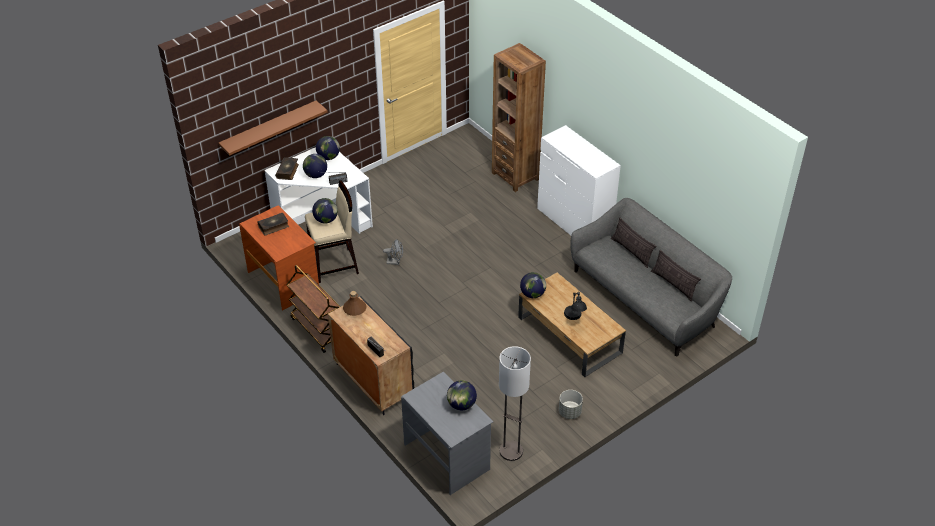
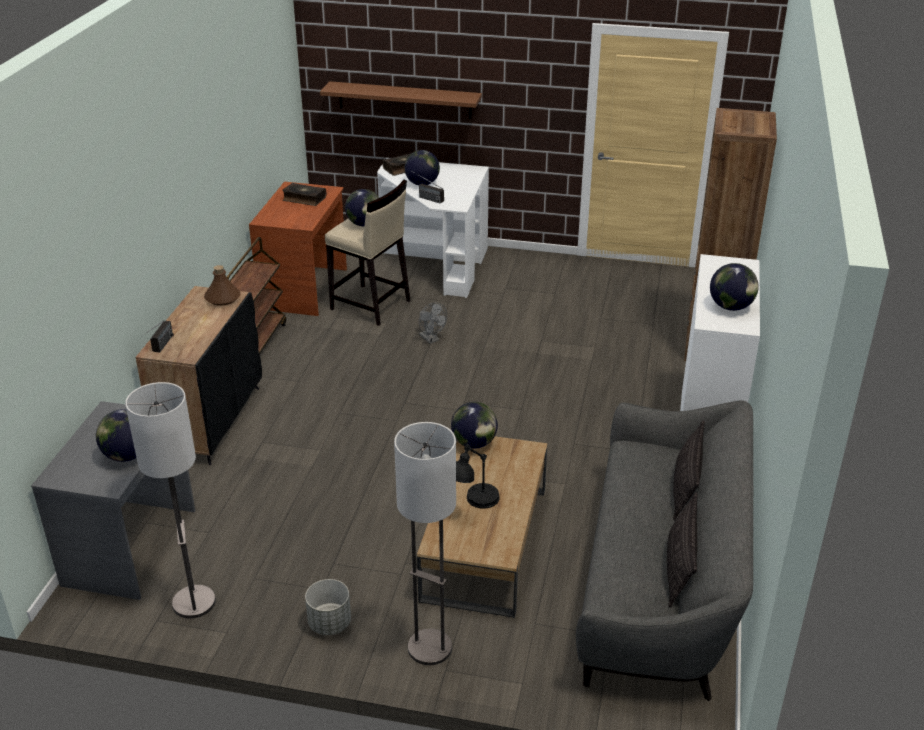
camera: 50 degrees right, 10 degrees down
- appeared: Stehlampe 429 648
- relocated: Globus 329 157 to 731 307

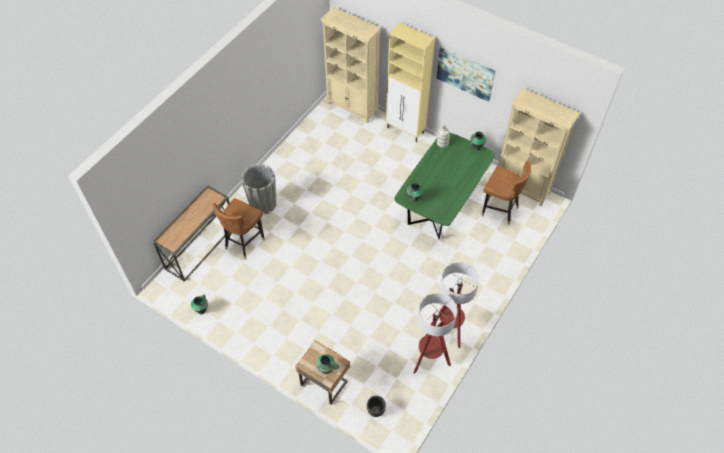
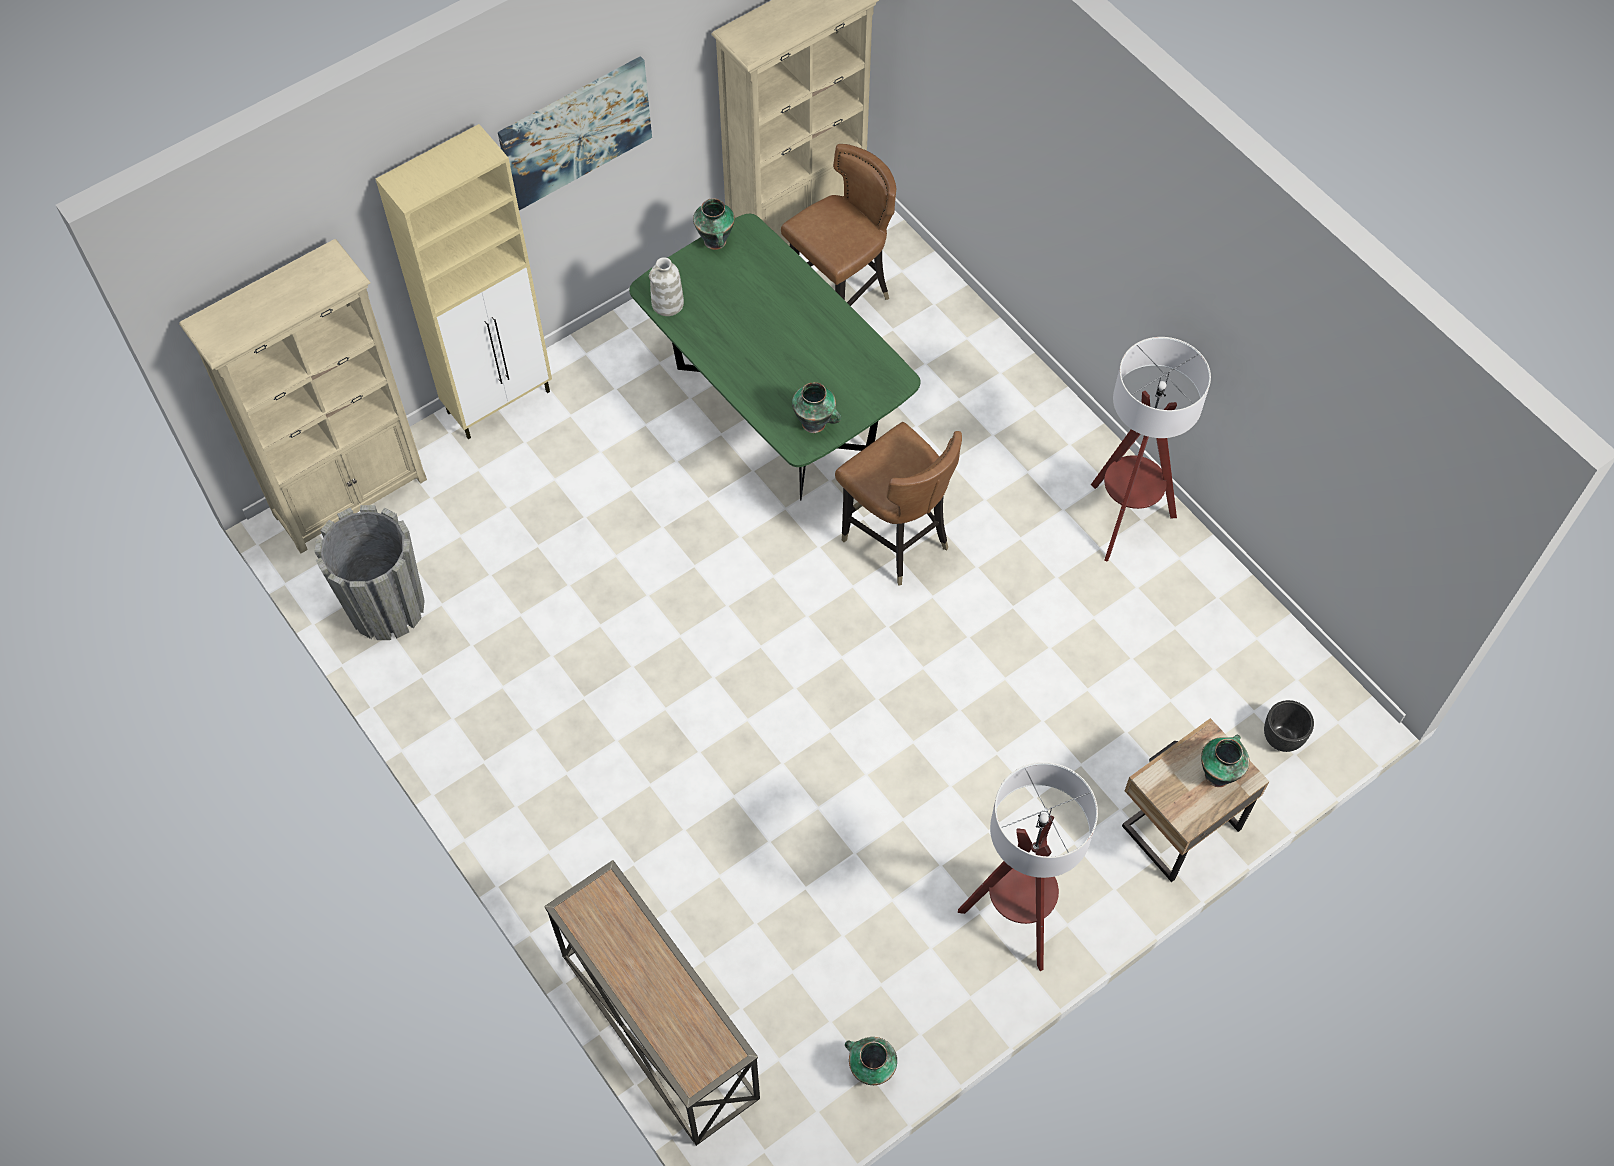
camera: 70 degrees left, 5 degrees up
- relocated: Stuhl/braun 244 243 to 895 540
- relocated: Pflanzkübel/grau 263 203 to 386 607
- relocated: Stehlampe 429 359 to 1016 918

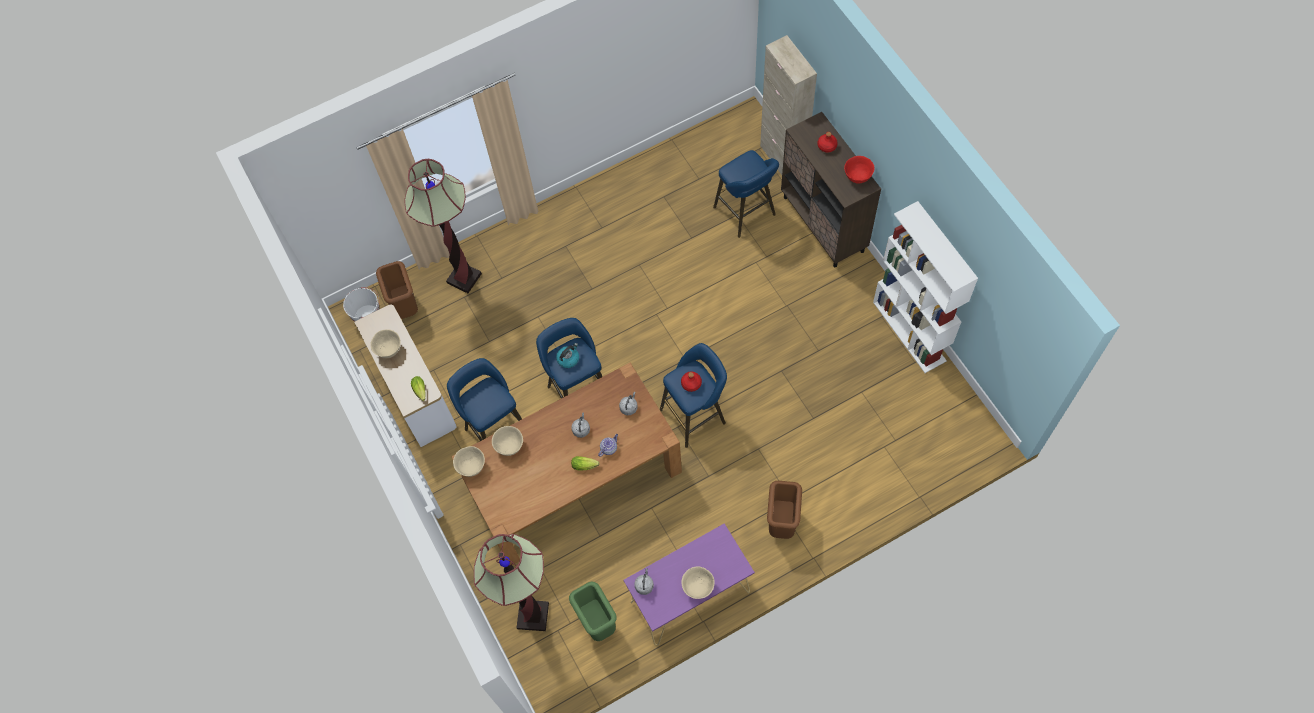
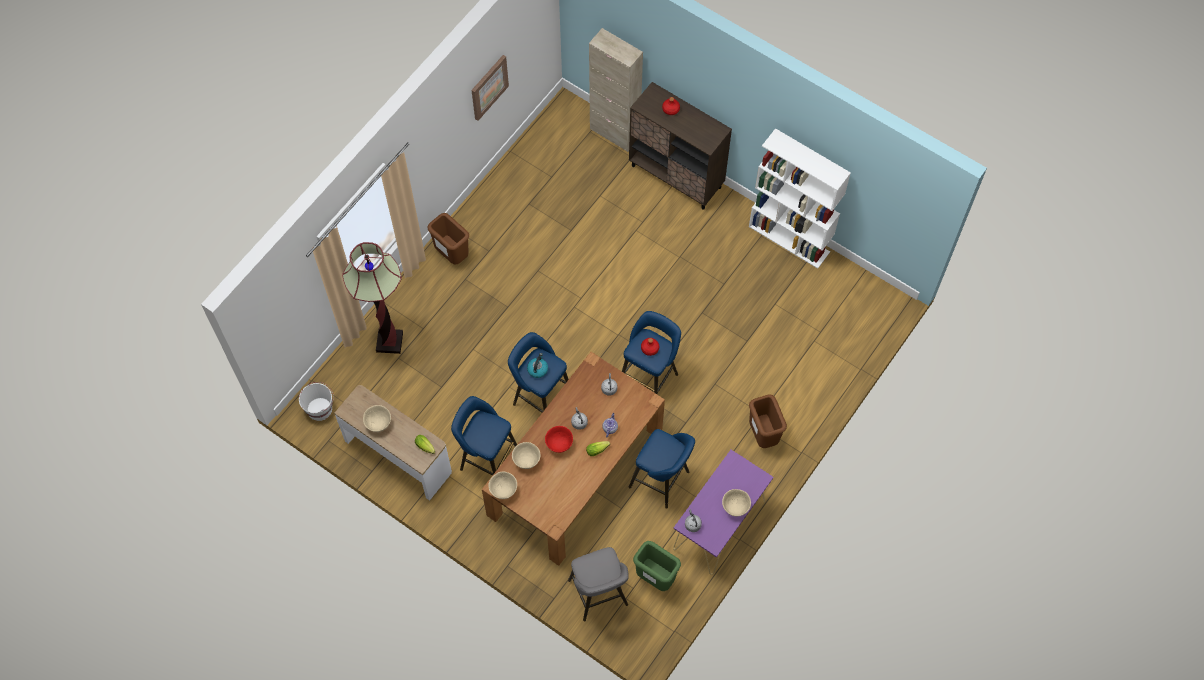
camera: 30 degrees left, 0 degrees up
- appeared: Bild 488 87
- relocated: Mülleimer/braun 405 307 to 451 255
- relocated: Hocker/blau 746 213 to 662 481
- relocated: Schüssel/rot 858 177 to 559 444
- exchanged: Stehlampe 533 616 to Hocker/grau 599 596

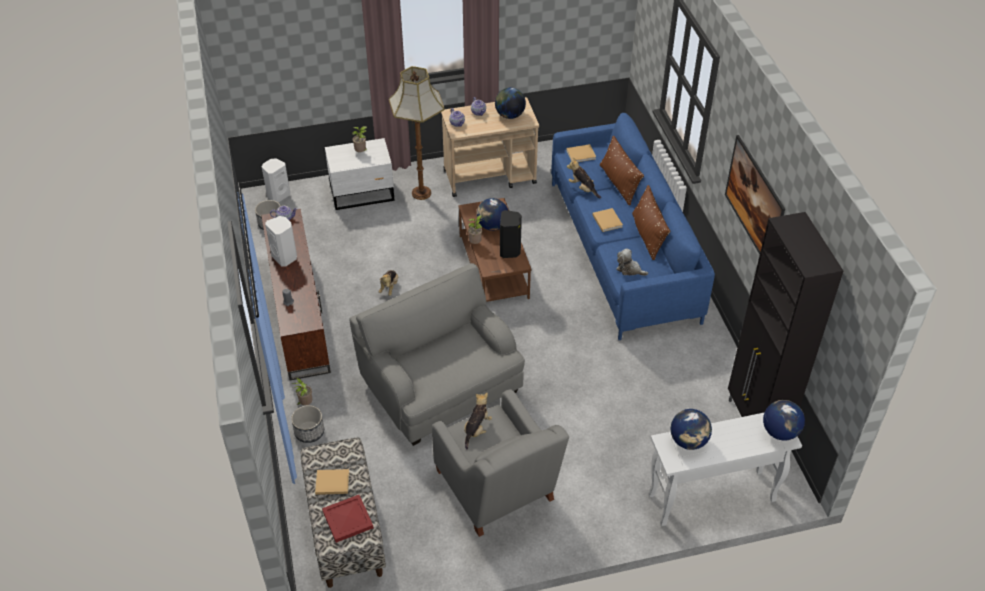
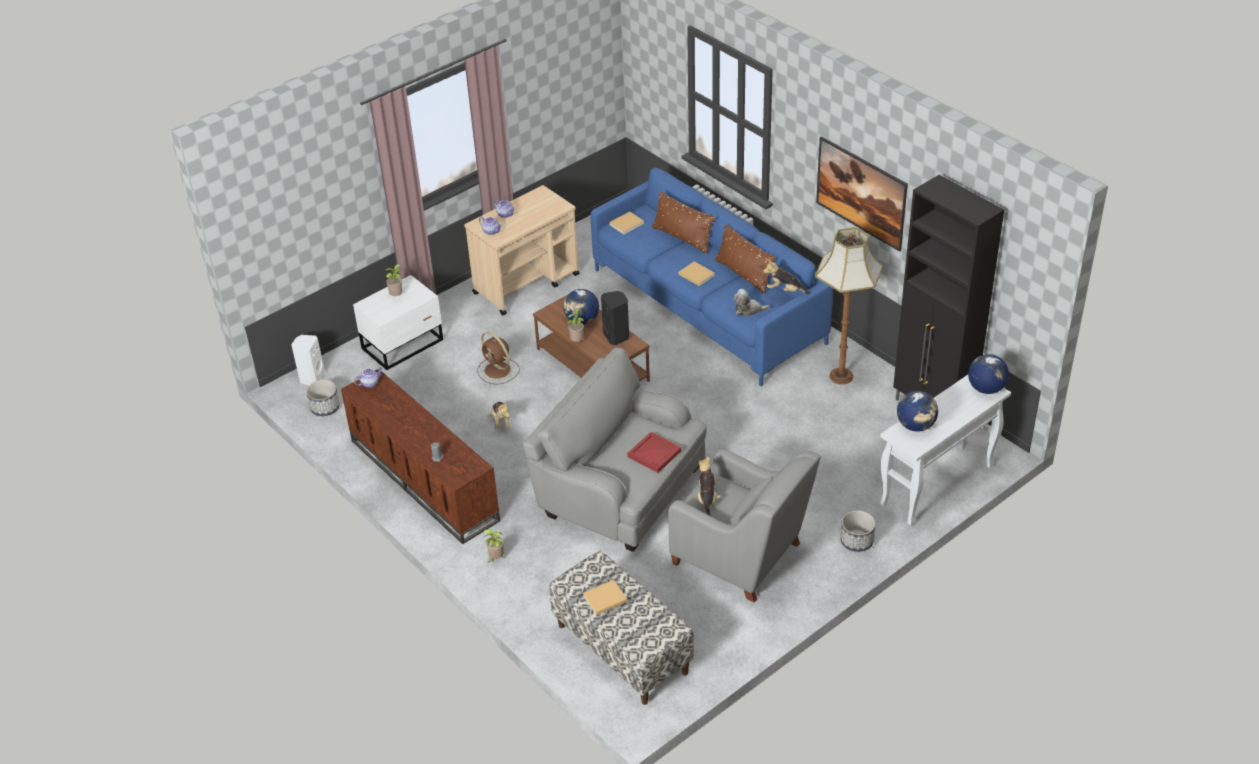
camera: 25 degrees left, 5 degrees down
- missing: Lautsprecher/weiß 285 257
- missing: Globus 509 115
- appeared: Ventilator/braun 498 371
- relocated: Pflanzkübel 309 432 to 856 541
- relocated: Tablett/rot 347 520 to 654 454
- relocated: Stehlampe 422 193 to 842 376
- relocated: Plüschtier 583 189 to 785 290

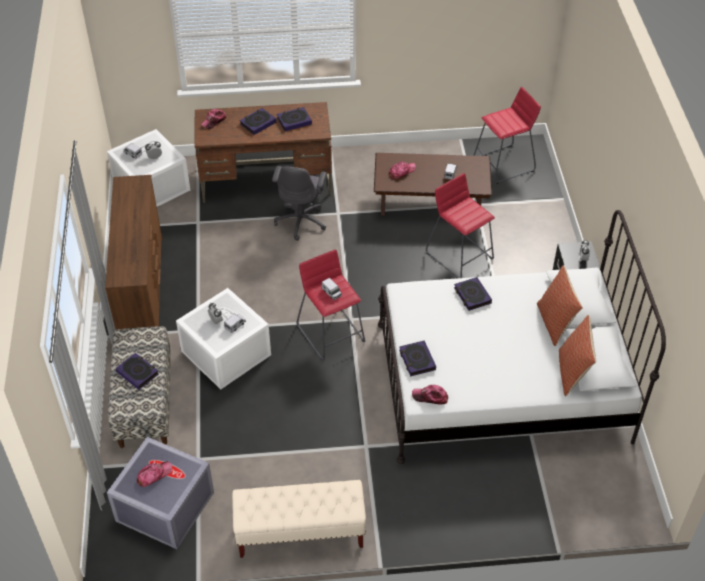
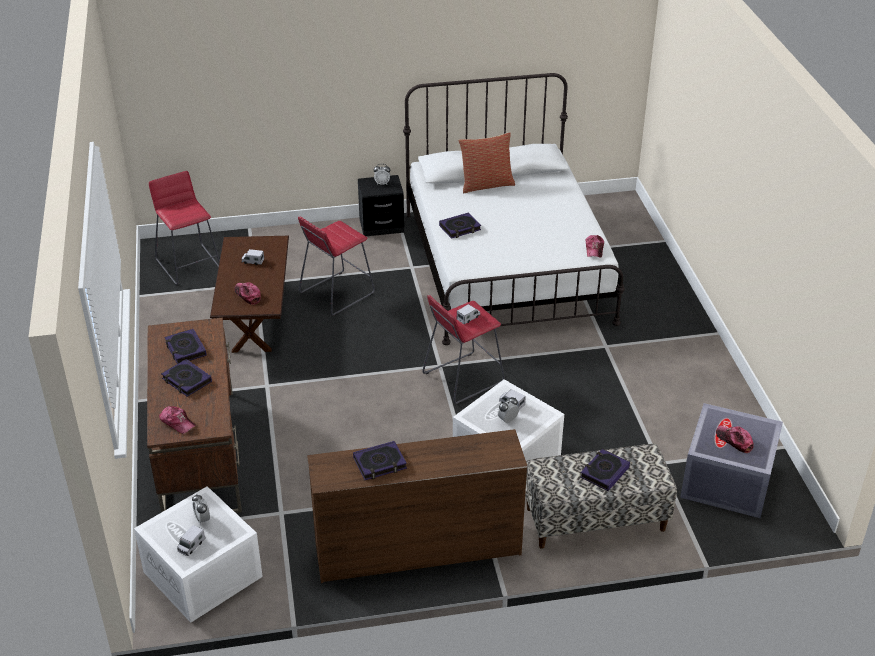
camera: 95 degrees left, 10 degrees down
- missing: Bank/beige 300 533
- missing: Bürostuhl/grau 301 221
- missing: Kissen 572 372
- relocated: Buch 417 360 to 380 464

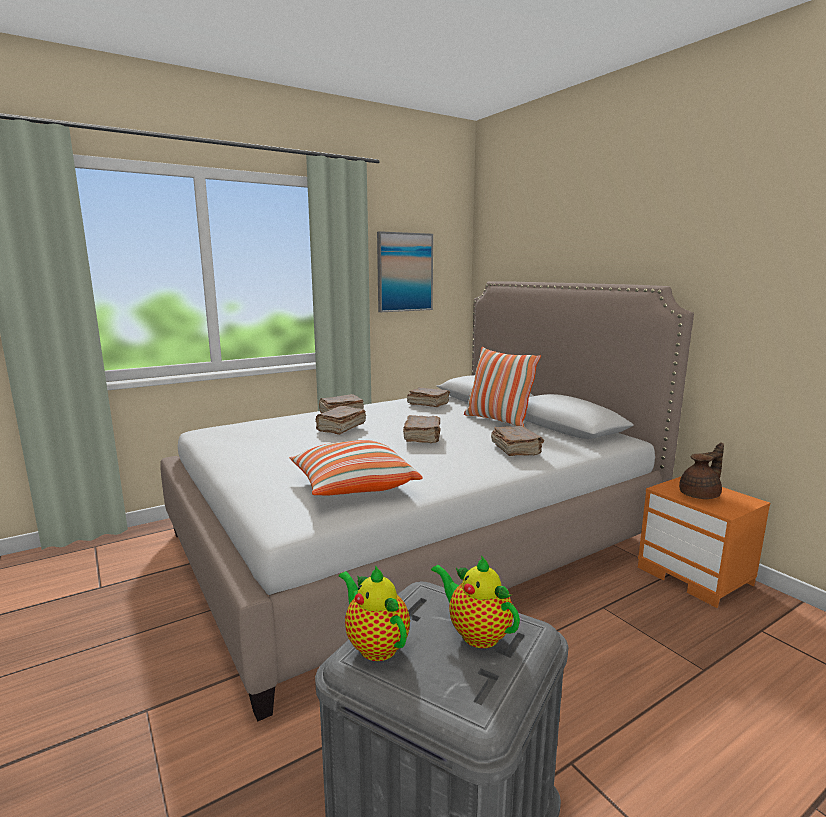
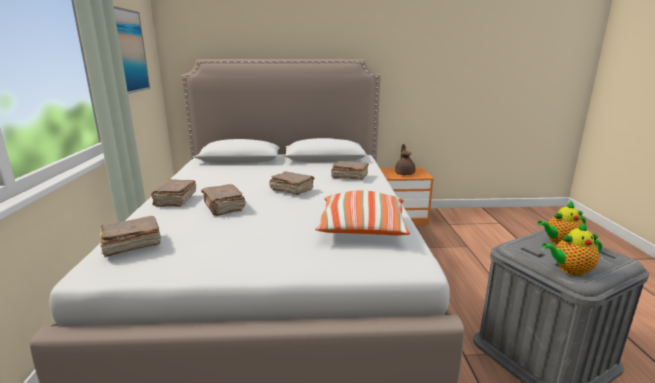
camera: 60 degrees left, 5 degrees up
- missing: Kissen 497 420
- relocated: Buch/braun 427 404 to 131 245

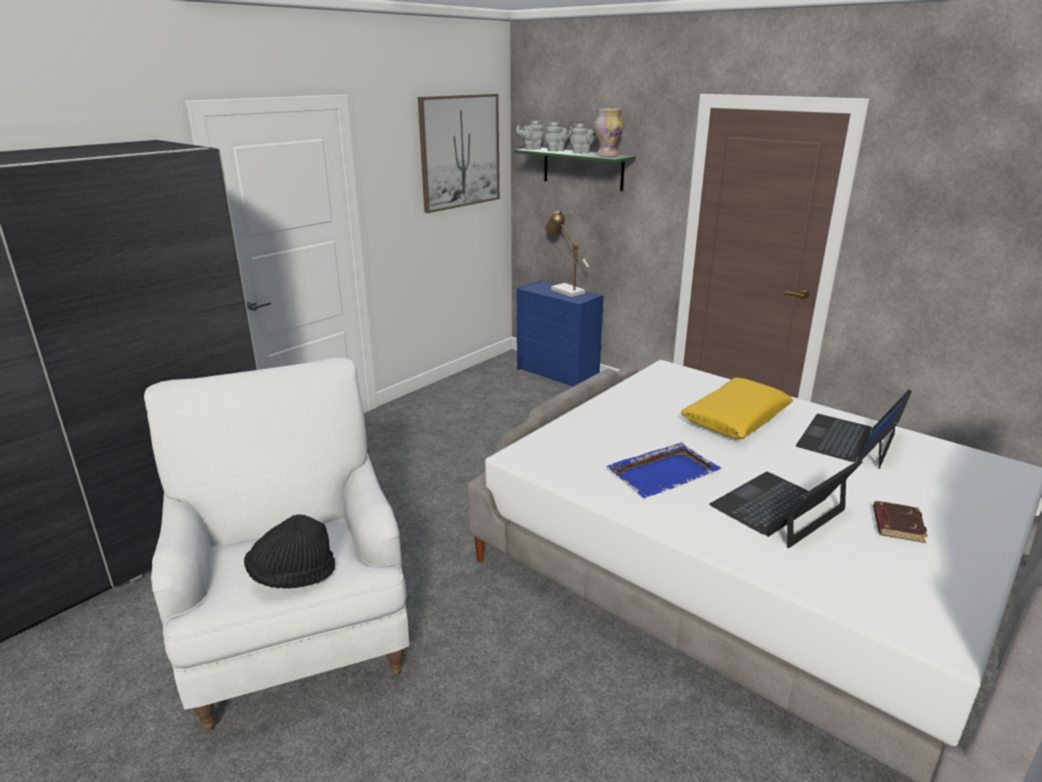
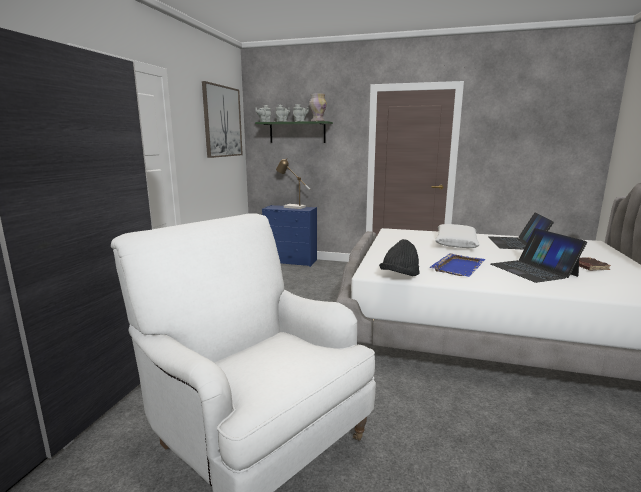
camera: 25 degrees left, 10 degrees down
- relocated: Hut/schwarz 292 575 to 399 276
- colour: Kissen/gelb 735 418 to Kissen/weiß 455 243
- spun: Laptop 779 508 = 533 270 45 degrees counterclockwise

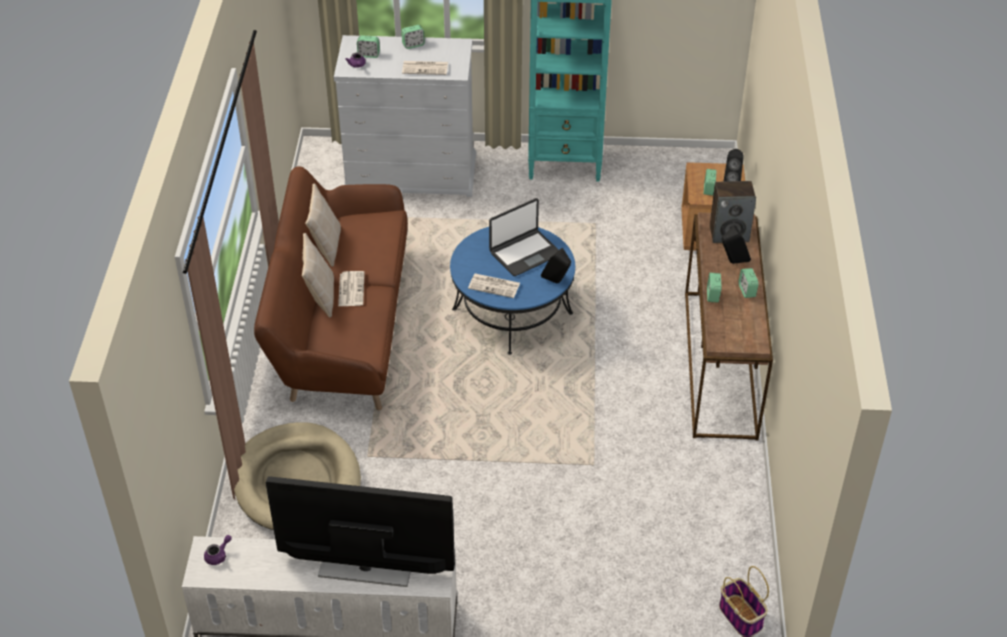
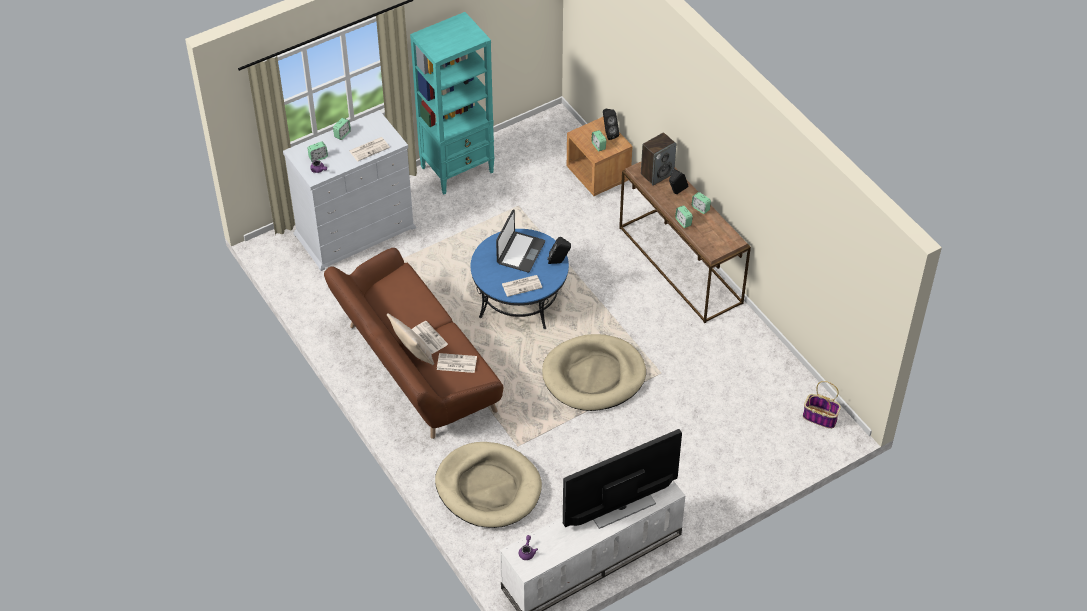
camera: 35 degrees left, 5 degrees up
- missing: Kissen/beige 326 246
- appeared: Zeitung 456 363
- appeared: Hundebett/beige 594 376

